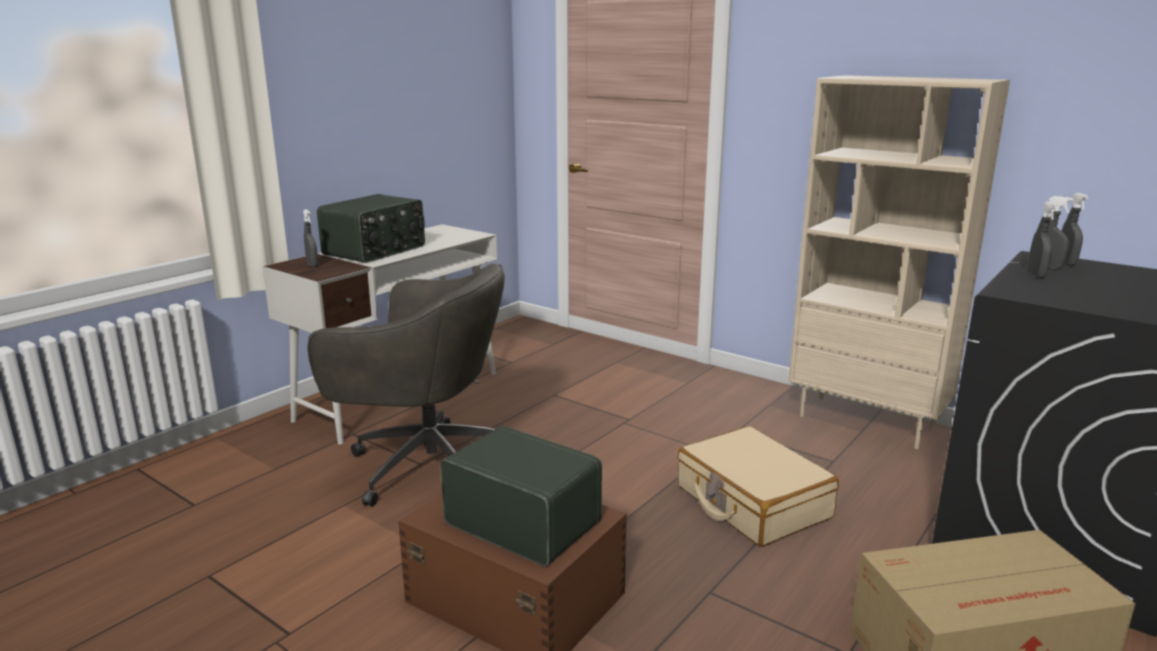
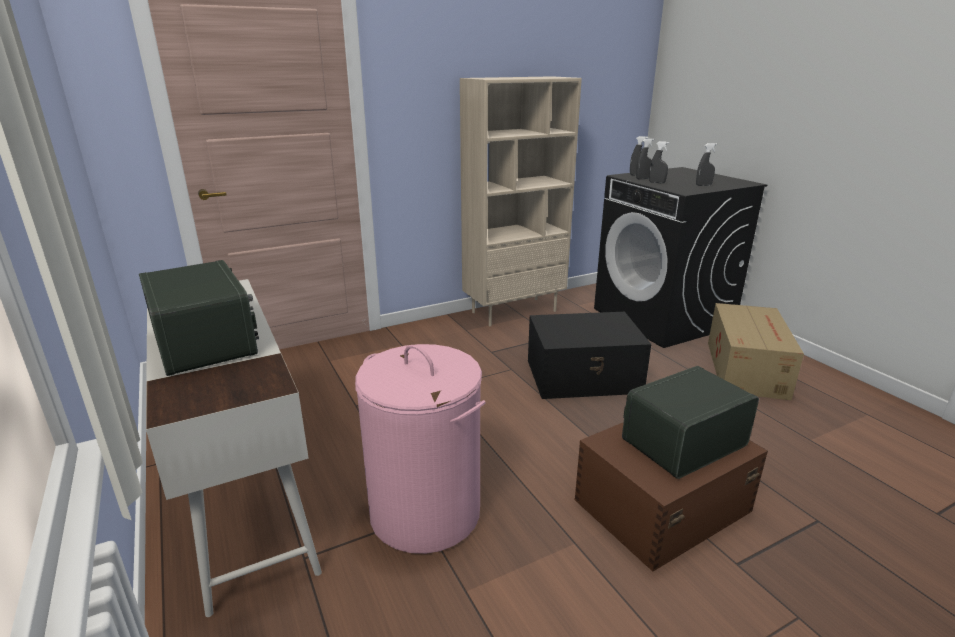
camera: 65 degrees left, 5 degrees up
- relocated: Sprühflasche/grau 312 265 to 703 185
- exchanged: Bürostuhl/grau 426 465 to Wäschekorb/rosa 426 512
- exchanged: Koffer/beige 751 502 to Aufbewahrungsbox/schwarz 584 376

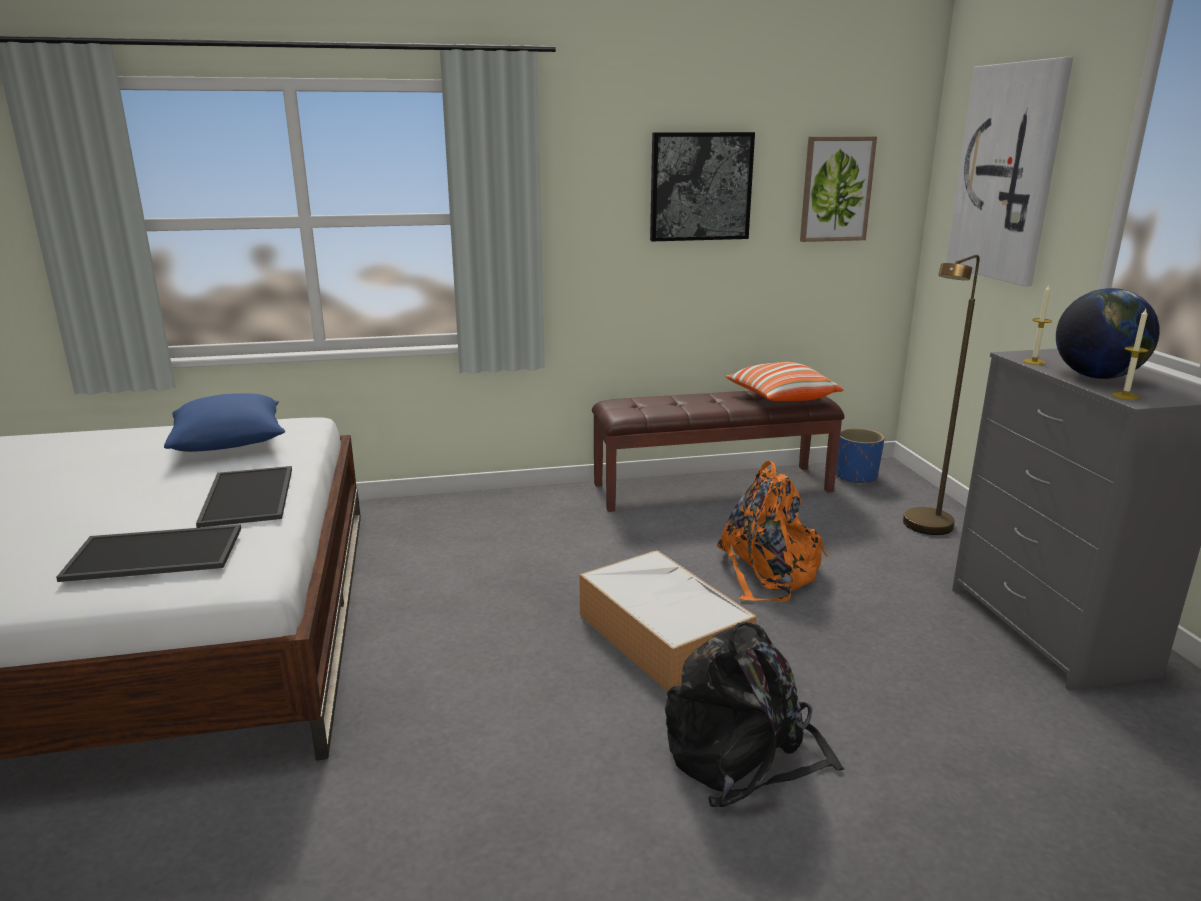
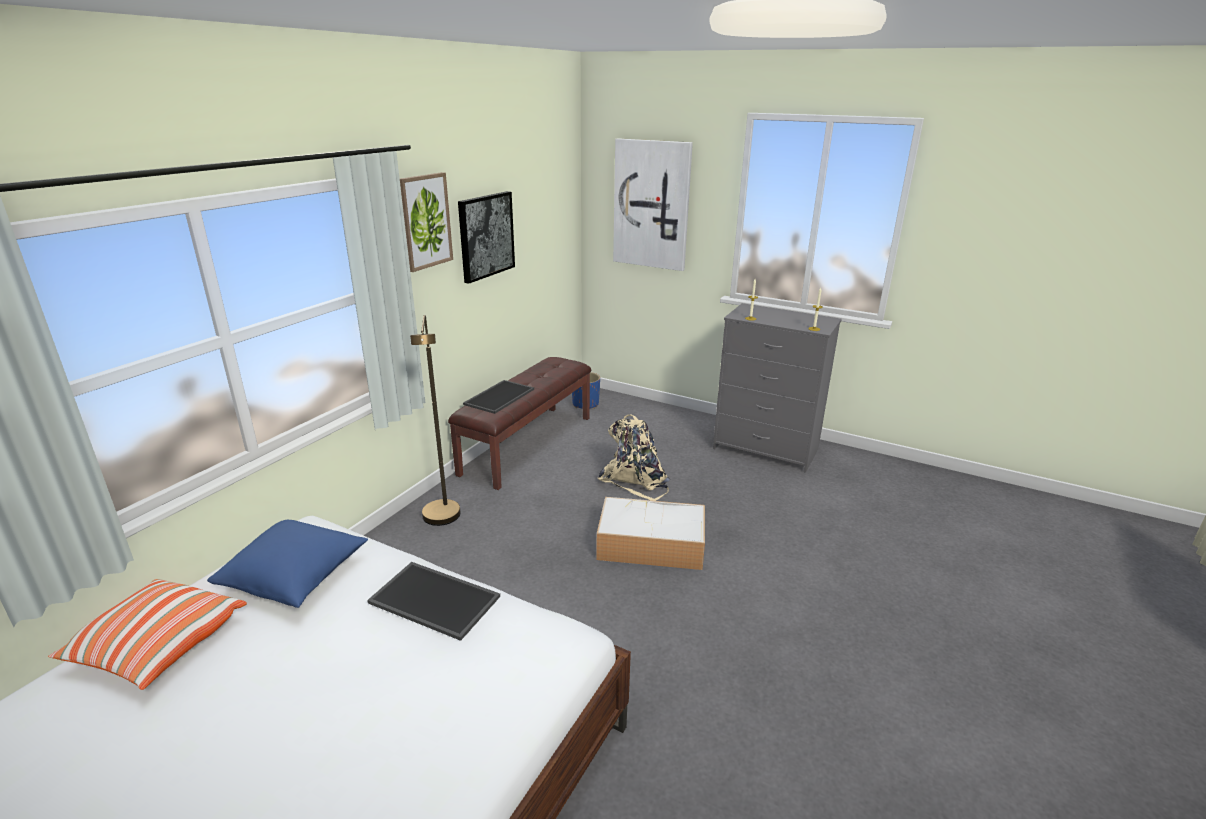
camera: 50 degrees left, 5 degrees up
- missing: Rucksack/schwarz 743 756
- missing: Globus 1097 377
- relocated: Tablett 157 552 to 499 396
- relocated: Kissen 781 398 to 158 646
- relocated: Bild 836 189 to 425 221
- relocated: Stehlampe/braun 925 529 to 443 520
- colour: Rucksack/orange 769 572 to Rucksack/beige 636 481

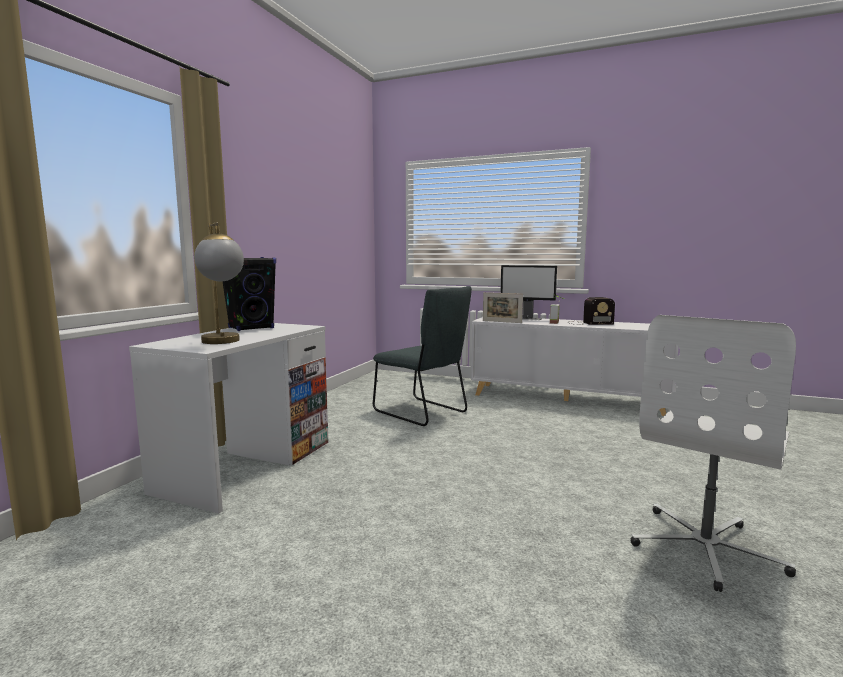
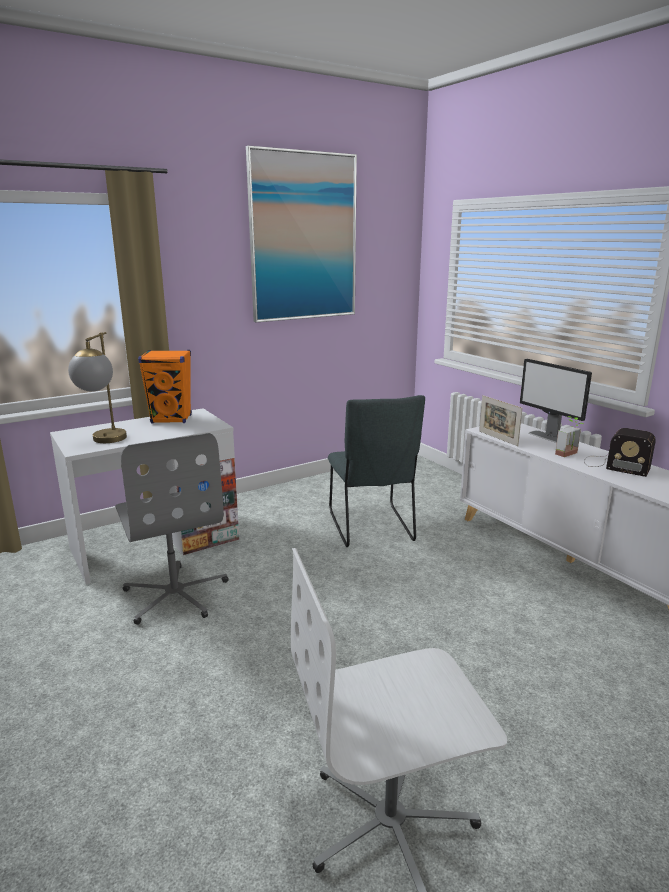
camera: 35 degrees right, 10 degrees up
- appeared: Bürostuhl/grau 176 594
- appeared: Bild 303 237
- colour: Lautsprecher/schwarz 251 328 to Lautsprecher/orange 172 419

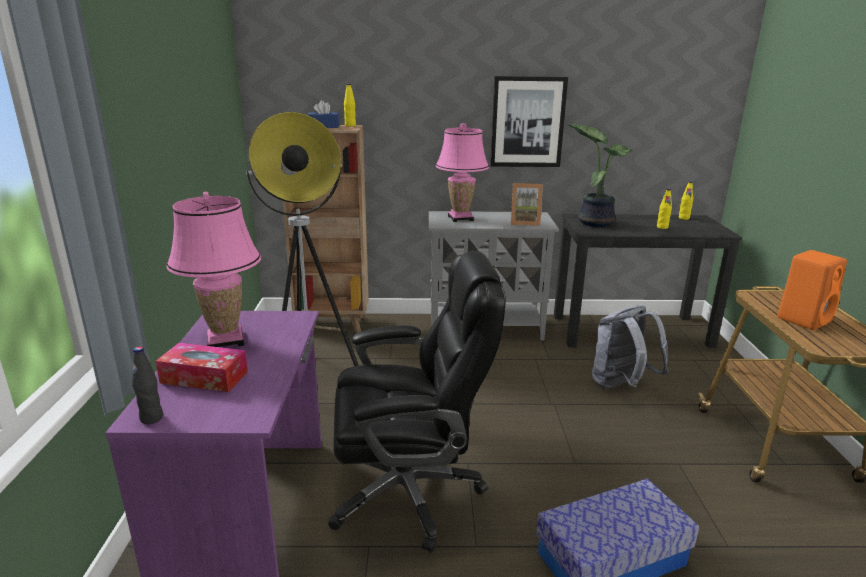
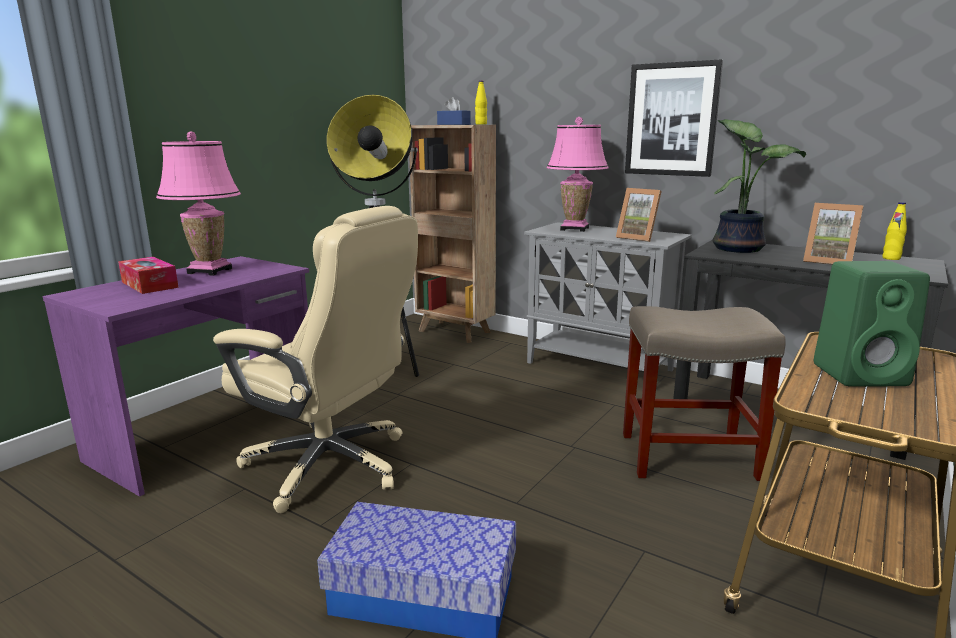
camera: 35 degrees right, 5 degrees down
- missing: Flasche/schwarz 152 418
- exchanged: Rucksack/grau 621 386 to Hocker/beige 686 456
- exchanged: Flasche/gelb 662 227 to Bilderrahmen 828 261
- colour: Bürostuhl/schwarz 409 491 to Bürostuhl/beige 331 465
- colour: Lautsprecher/orange 804 319 to Lautsprecher/grün 862 375

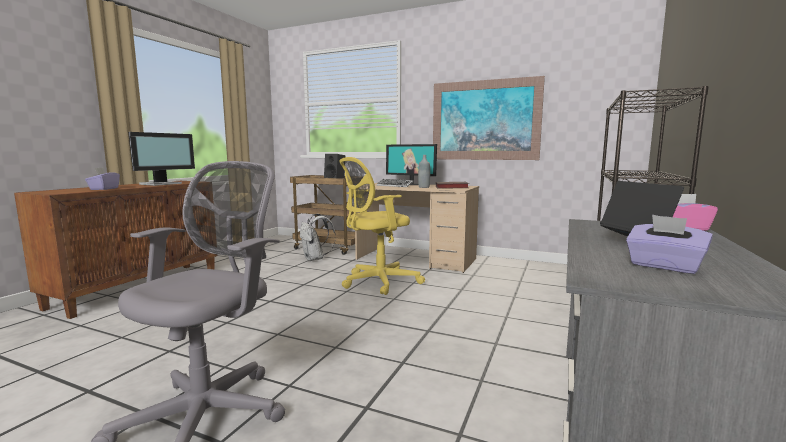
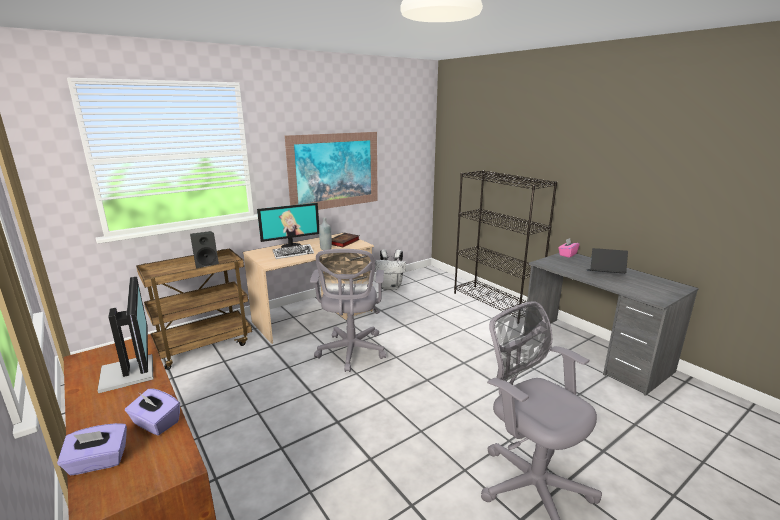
camera: 60 degrees left, 10 degrees up
- relocated: Rucksack/weiß 315 259 to 390 287
- relocated: Taschentuchbox/lila 664 266 to 98 462
- colour: Bürostuhl/gelb 377 282 to Bürostuhl/grau 351 352

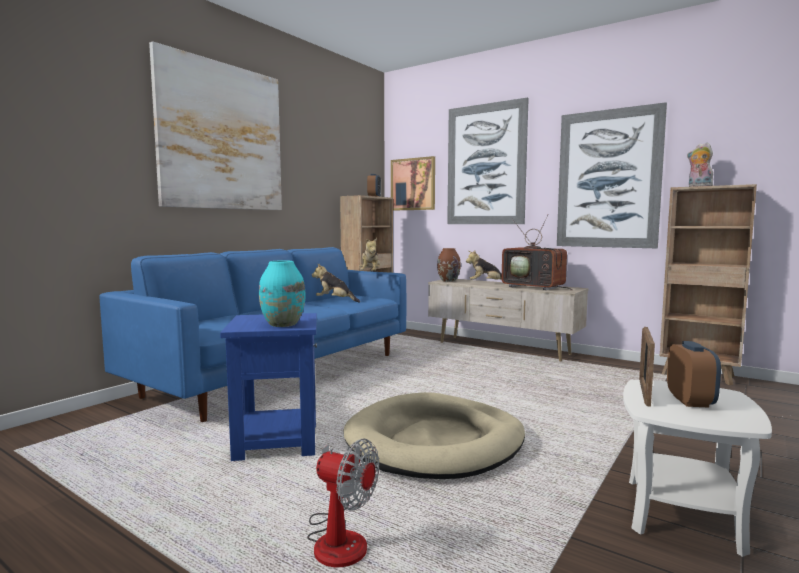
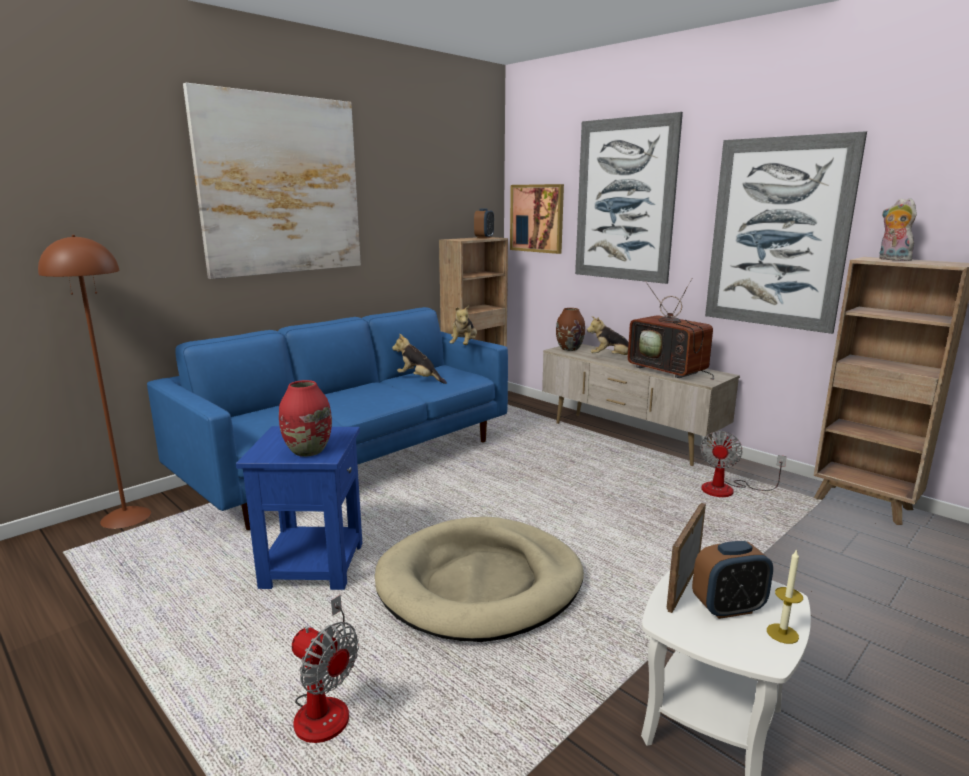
camera: 10 degrees right, 10 degrees up
- appeared: Stehlampe/braun 126 517
- appeared: Ventilator 728 490
- appeared: Kerze 782 633
- colour: Vase/türkis 282 324 to Vase/rot 307 451
- spun: Wecker 690 401 = 728 608 60 degrees clockwise

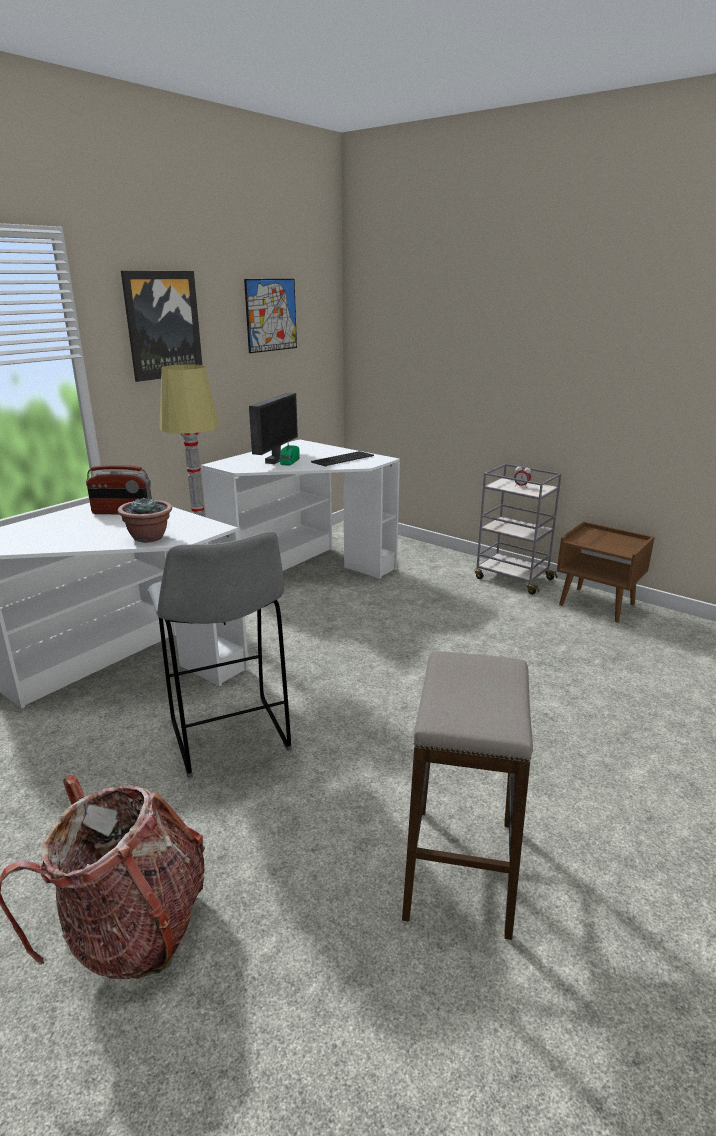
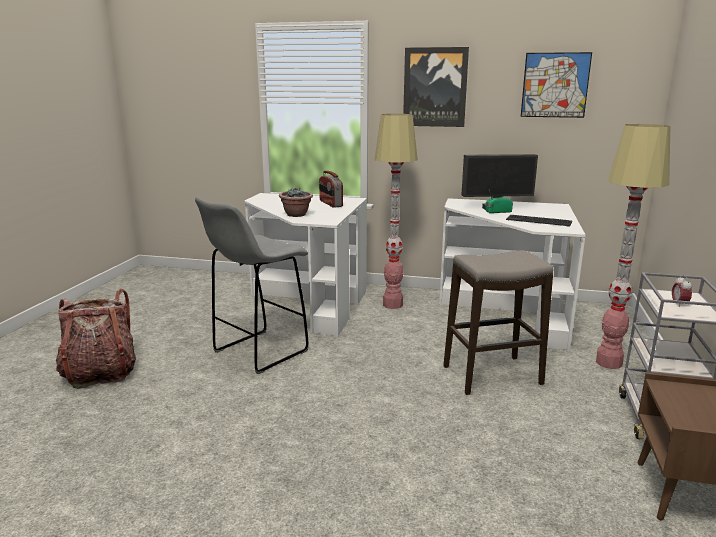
camera: 65 degrees right, 5 degrees down
- appeared: Stehlampe 608 363
- relocated: Hocker 461 868 to 492 375

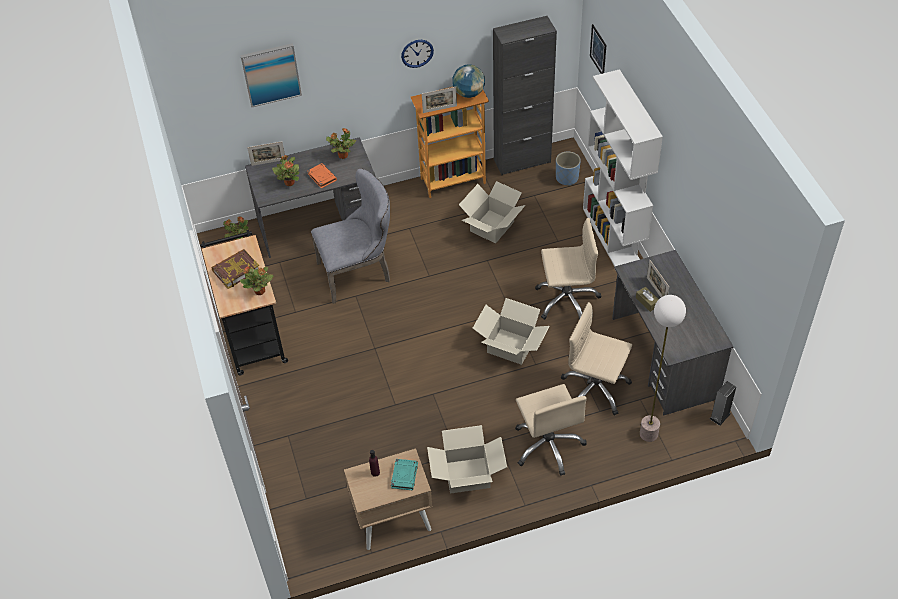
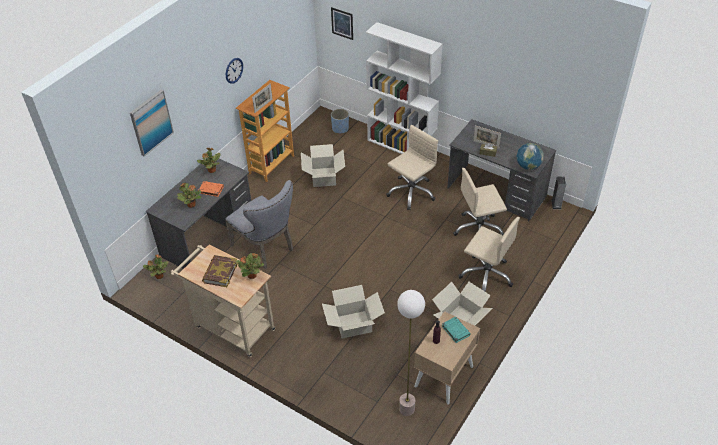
camera: 40 degrees left, 5 degrees down
- missing: Bilderrahmen 268 162
- missing: Schrank/schwarz 522 161
- relocated: Globus 469 93 to 528 166
- relocated: Karton 510 346 to 353 324
- relocated: Stehlampe 648 433 to 406 409
- colour: Rollwagen/schwarz 252 334 to Rollwagen/beige 231 327
- spun: Stuhl/grau 359 272 = 266 248 105 degrees clockwise

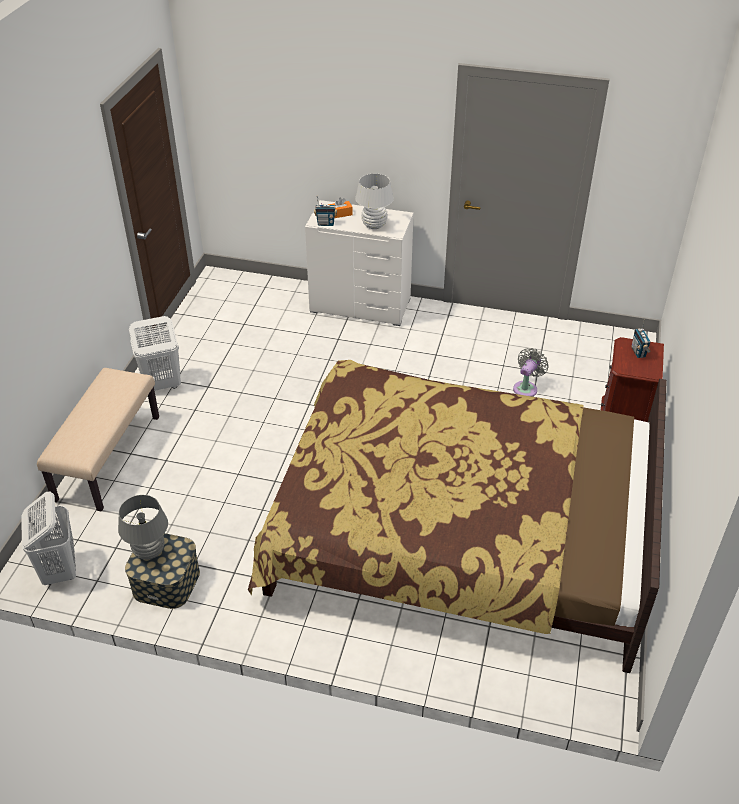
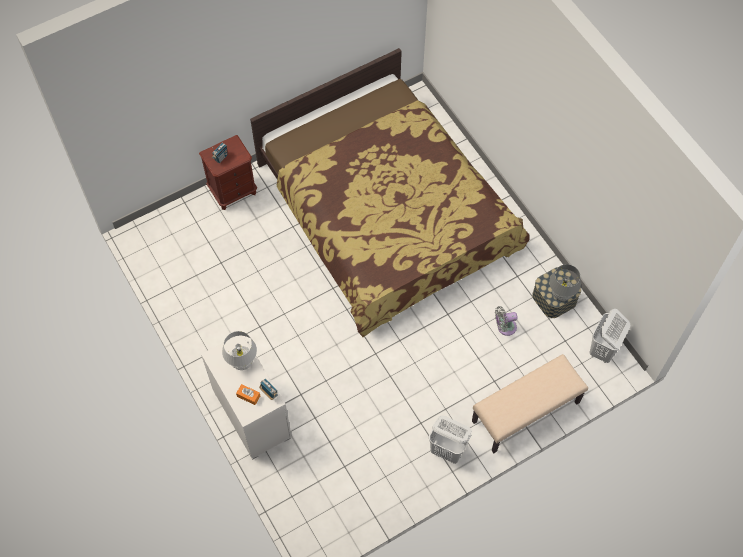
camera: 135 degrees left, 20 degrees up
- relocated: Ventilator/grau 526 388 to 504 327

